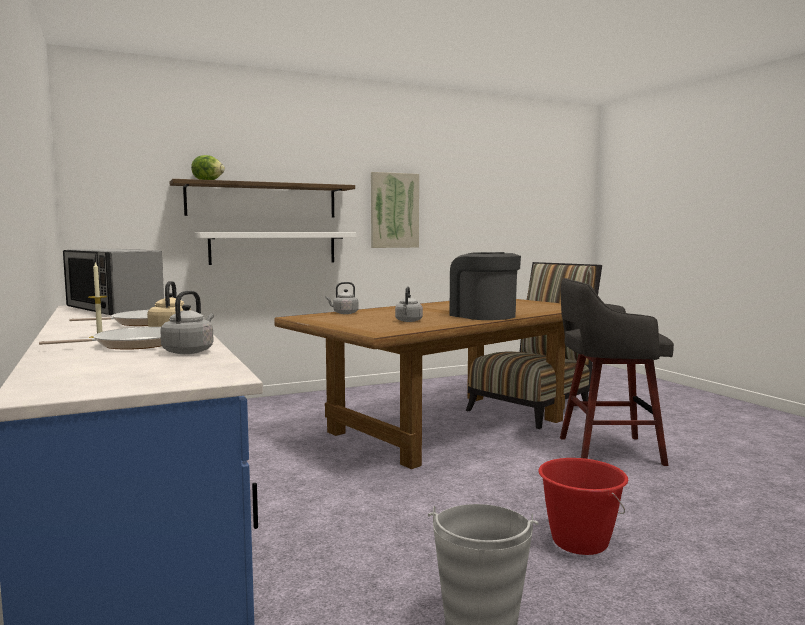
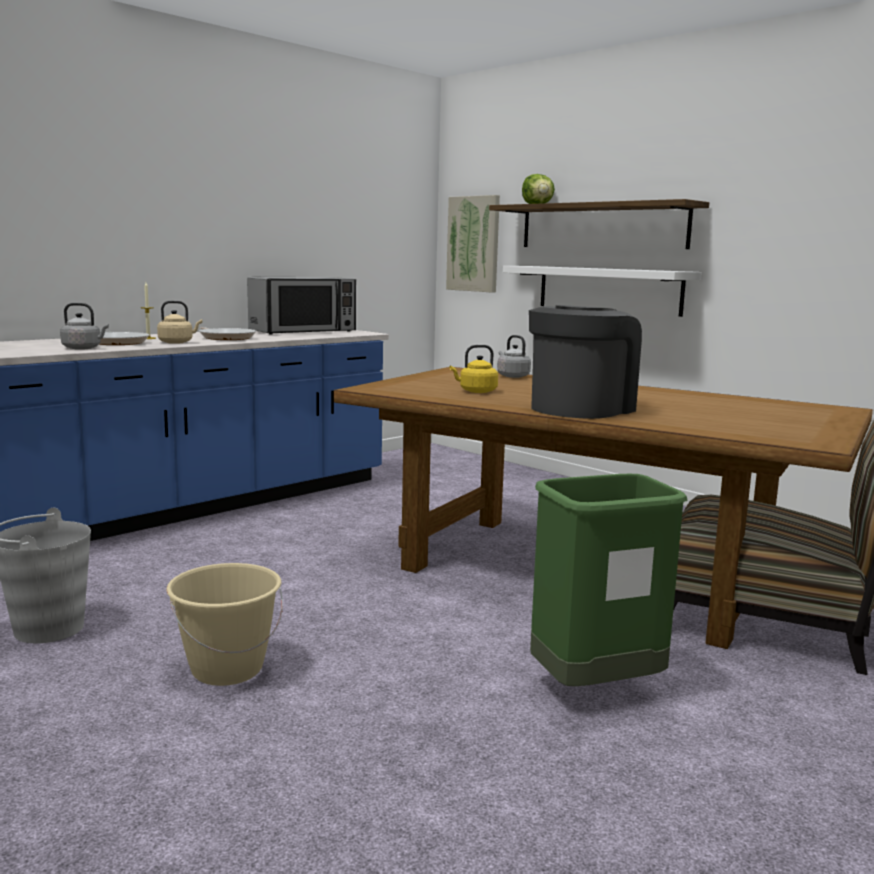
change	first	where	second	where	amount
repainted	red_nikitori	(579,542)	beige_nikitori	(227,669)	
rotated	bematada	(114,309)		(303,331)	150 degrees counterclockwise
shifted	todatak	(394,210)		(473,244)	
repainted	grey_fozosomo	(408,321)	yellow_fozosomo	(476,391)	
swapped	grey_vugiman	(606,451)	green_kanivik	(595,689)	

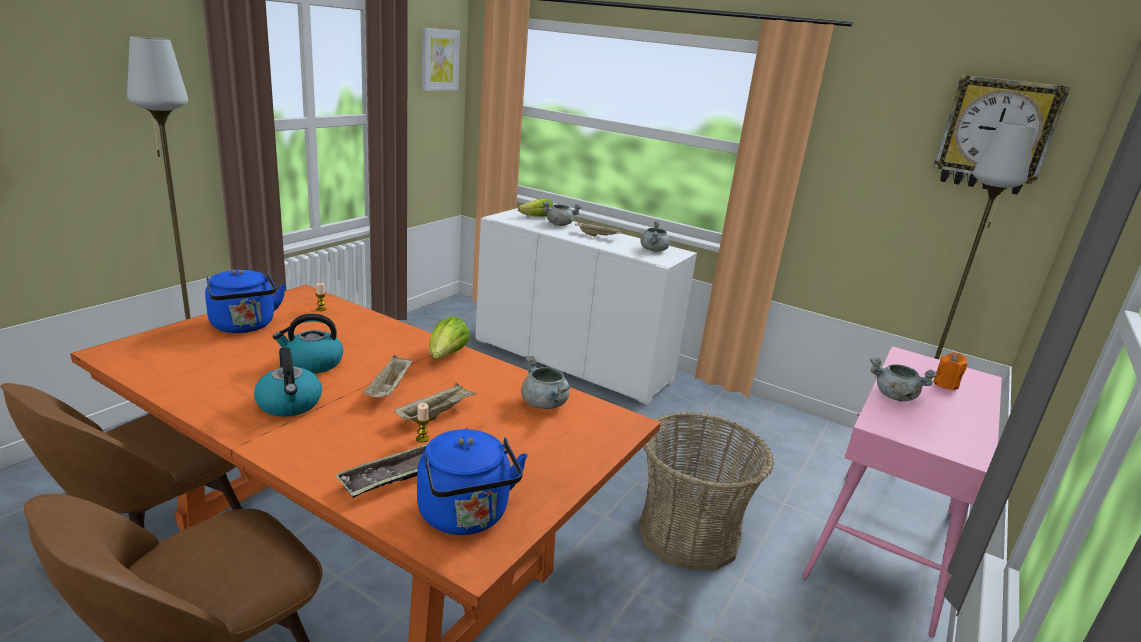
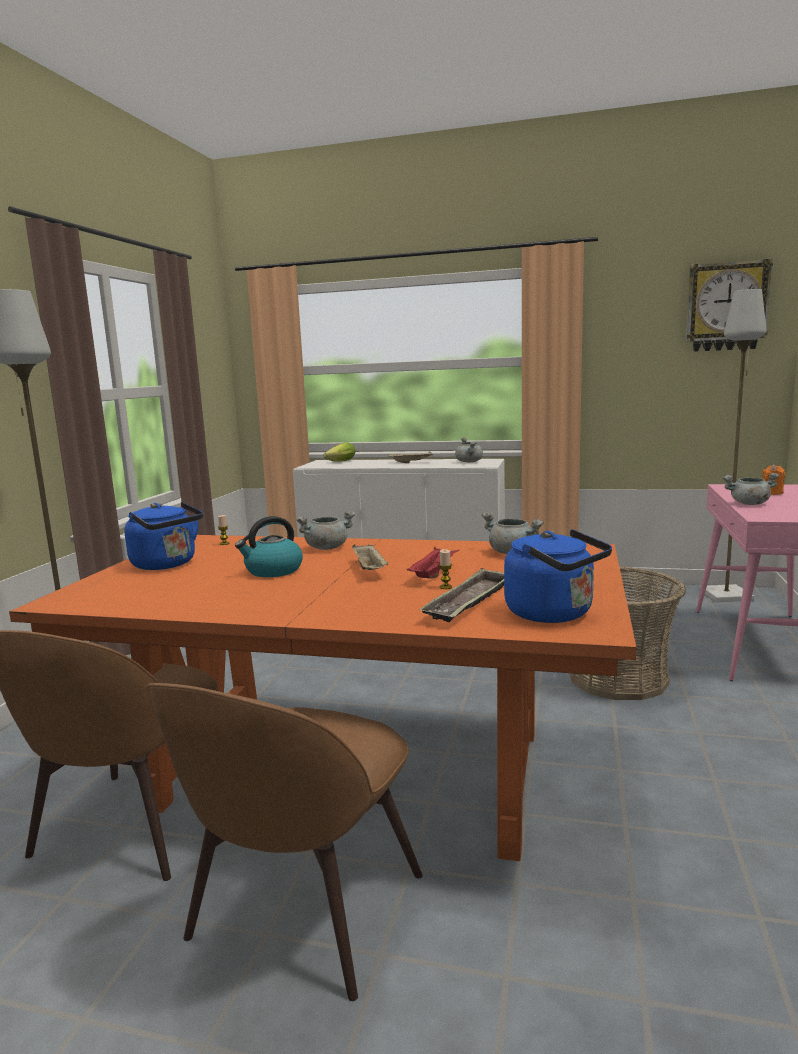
change	first	where	second	where	amount
shifted	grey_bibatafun	(559,224)		(327,548)	
repainted	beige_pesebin	(436,414)	red_pesebin	(433,574)	
gone	fozosomo	(290,404)			
gone	todatak	(439,60)			
gone	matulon	(446,356)			

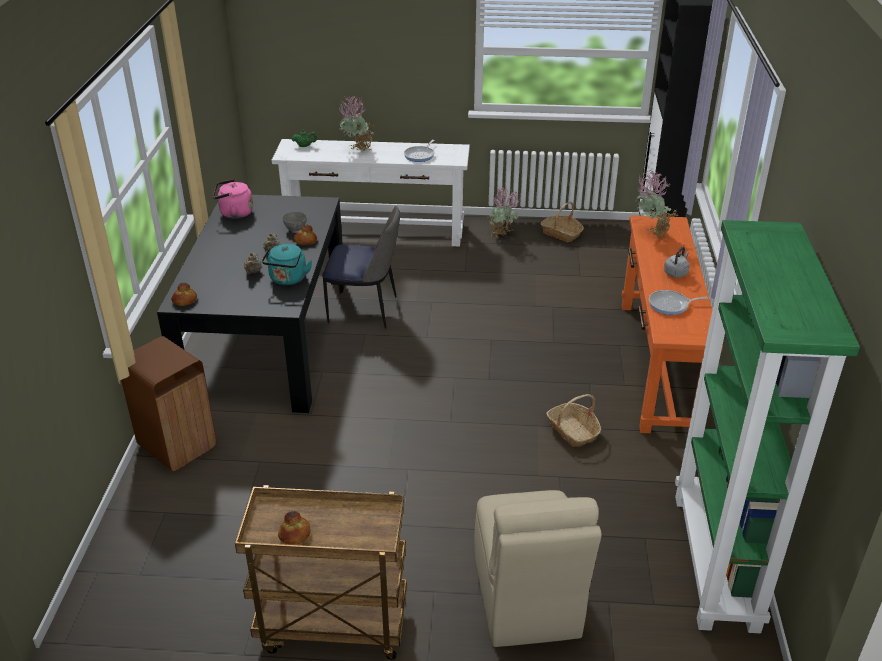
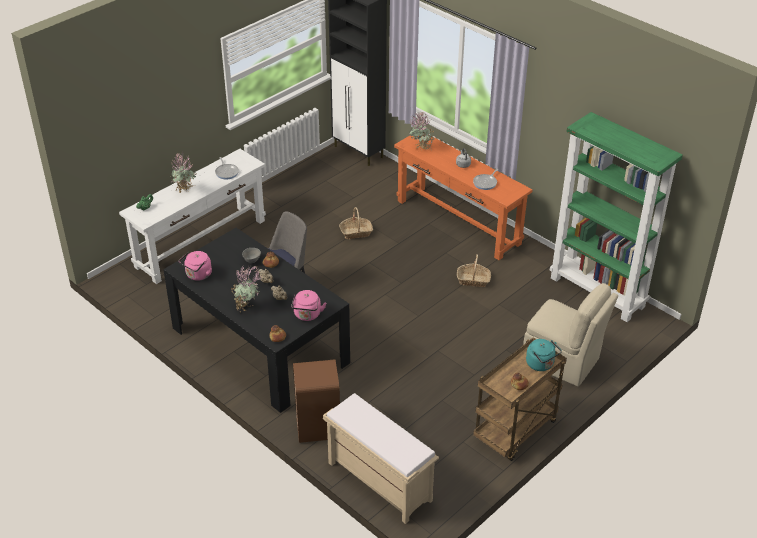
change	first	where	second	where	amount
shifted	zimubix	(502,237)		(247,307)	
new			pink_fozosomo	(307,315)	
new			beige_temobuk	(378,481)	
shifted	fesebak	(561,233)		(356,232)	
shifted	turquoise_fozosomo	(287,279)		(541,364)	

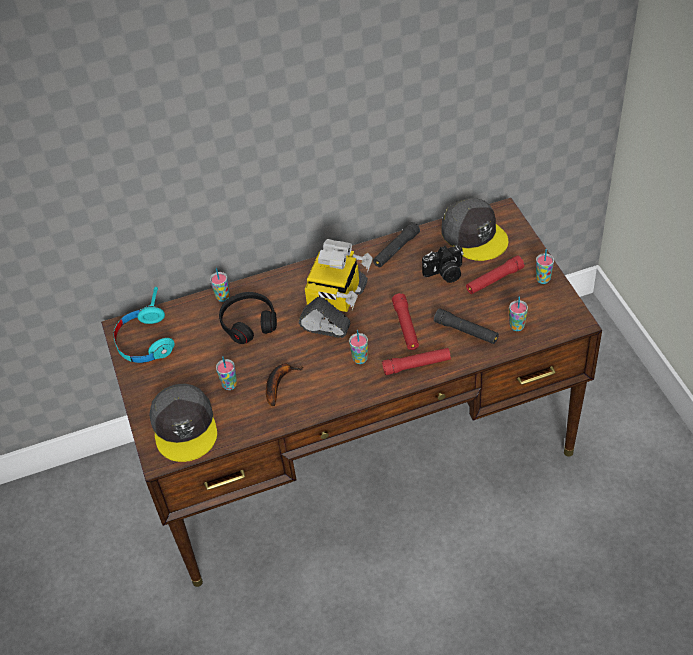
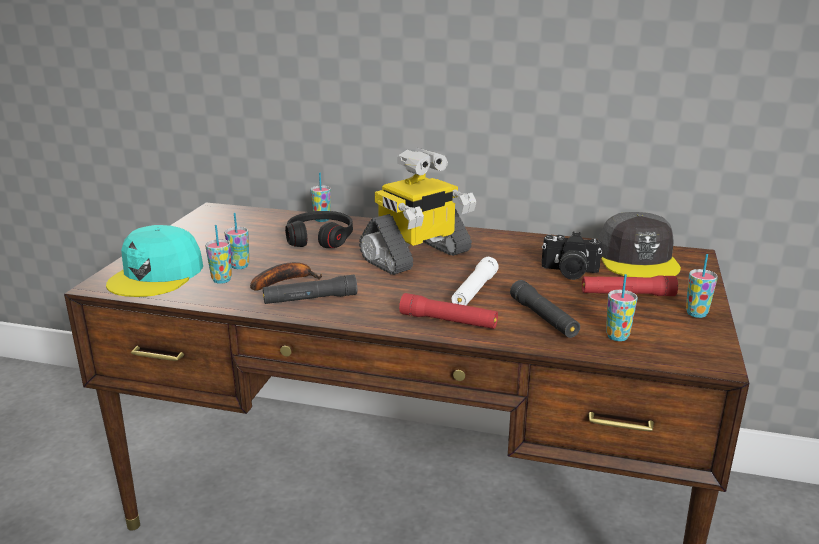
change	first	where	second	where	amount
repainted	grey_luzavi	(185,427)	turquoise_luzavi	(157,275)	
shifted	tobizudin	(360,359)		(221,280)	
shifted	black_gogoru	(396,250)		(310,299)	
repainted	red_gogoru	(406,326)	white_gogoru	(474,291)	
gone	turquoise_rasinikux	(144,342)			

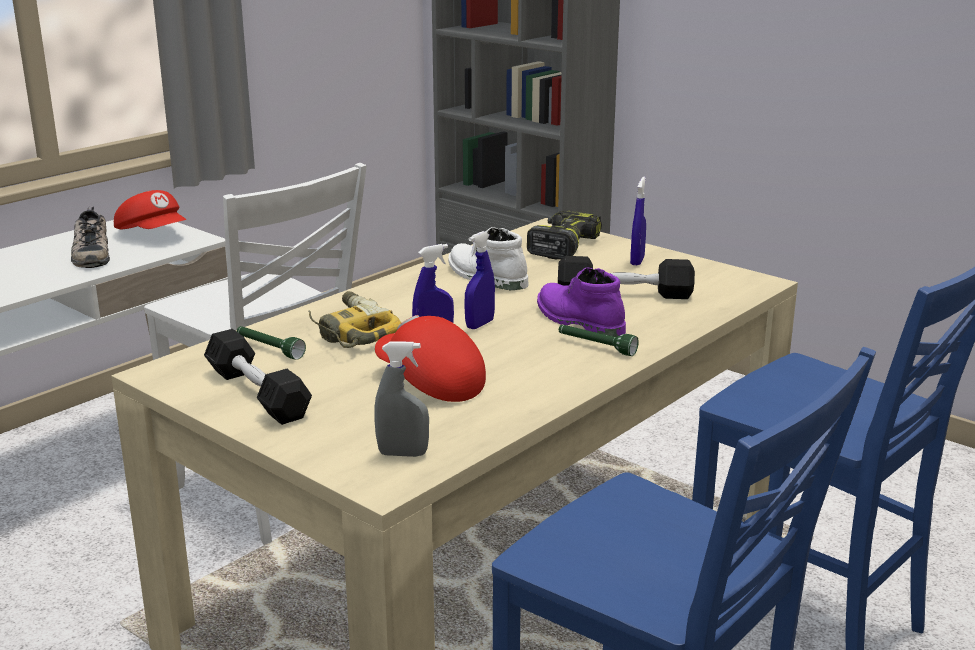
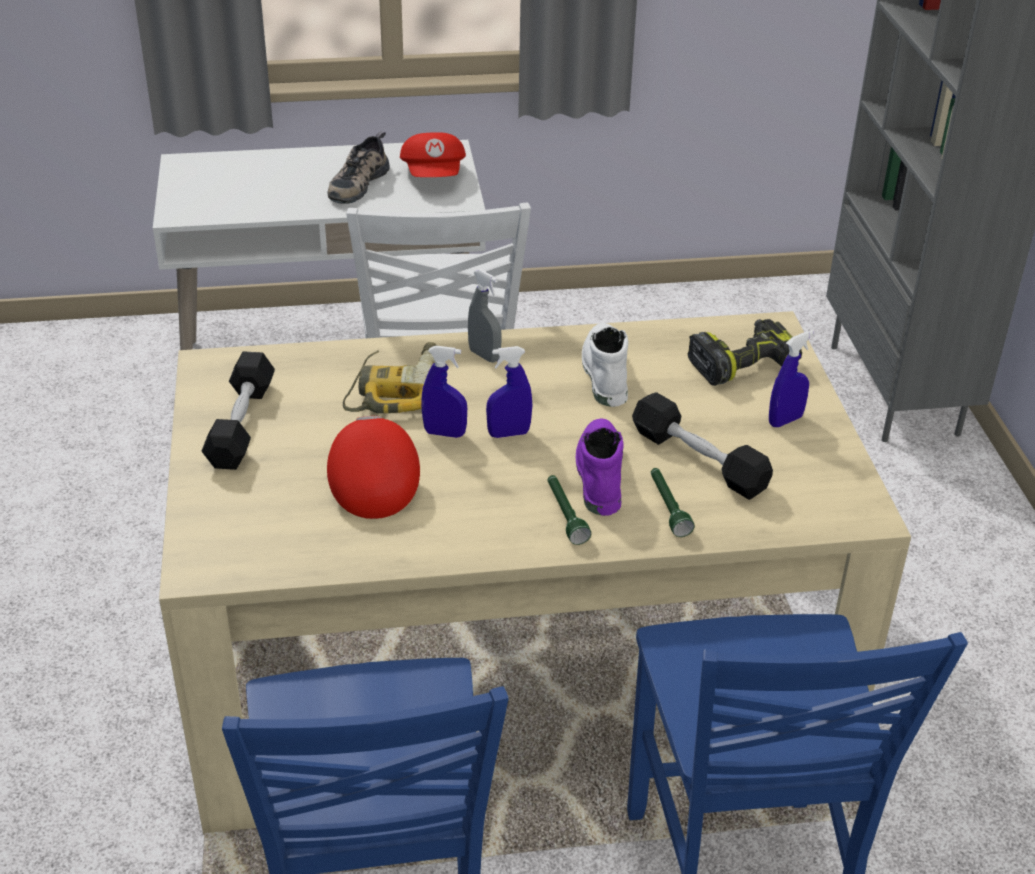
change	first	where	second	where	amount
shifted	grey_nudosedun	(403,454)		(484,355)	
shifted	green_gogoru	(269,349)		(667,507)	

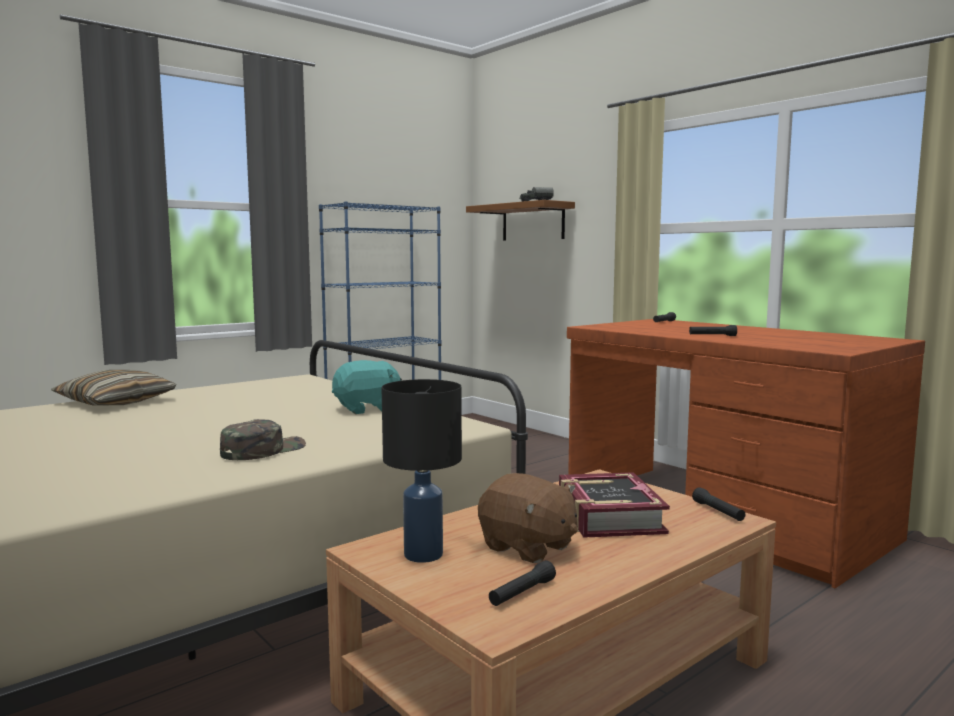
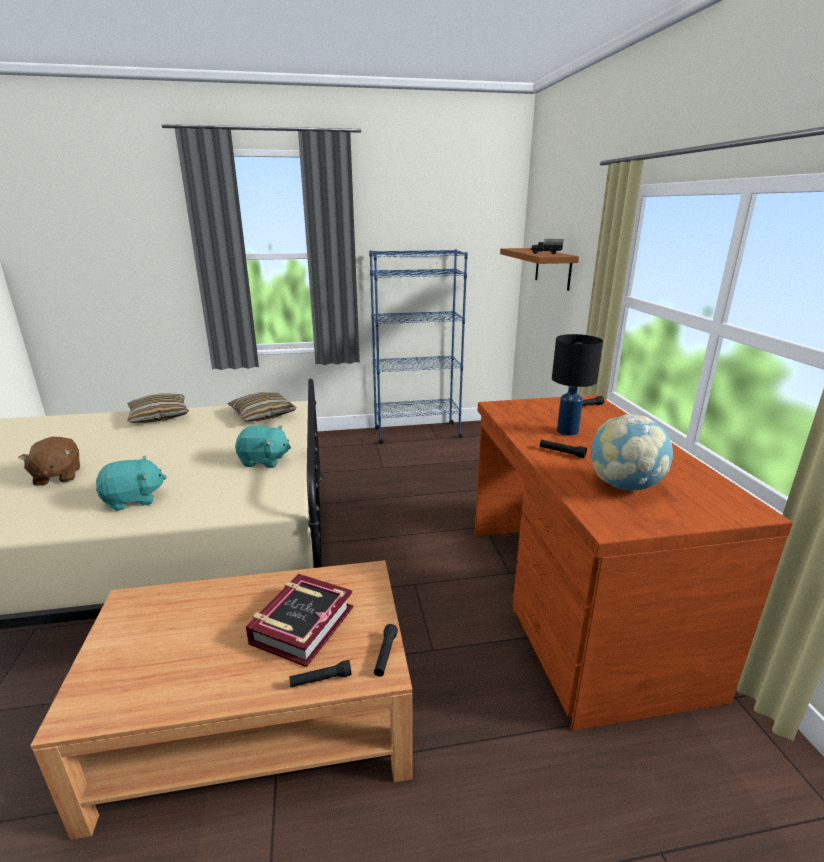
change	first	where	second	where	amount
shifted	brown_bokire	(527,547)		(57,476)	
swapped	green_luzavi	(263,450)	turquoise_bokire	(133,500)	
new			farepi	(263,414)	
shifted	black_gogoru	(522,593)		(320,680)	
shifted	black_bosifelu	(422,554)		(567,431)	
new			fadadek	(624,486)	

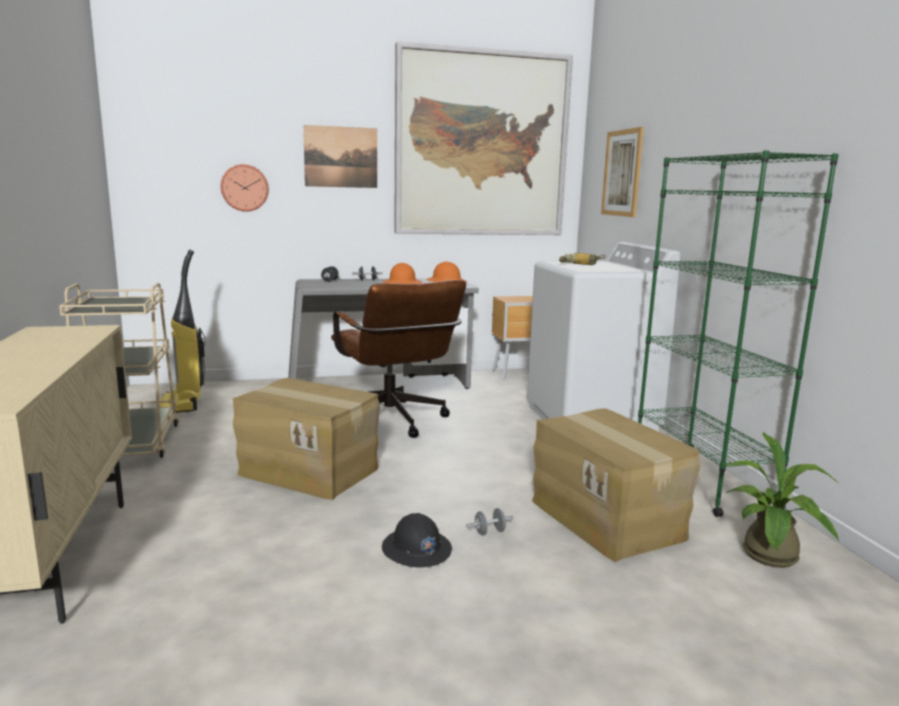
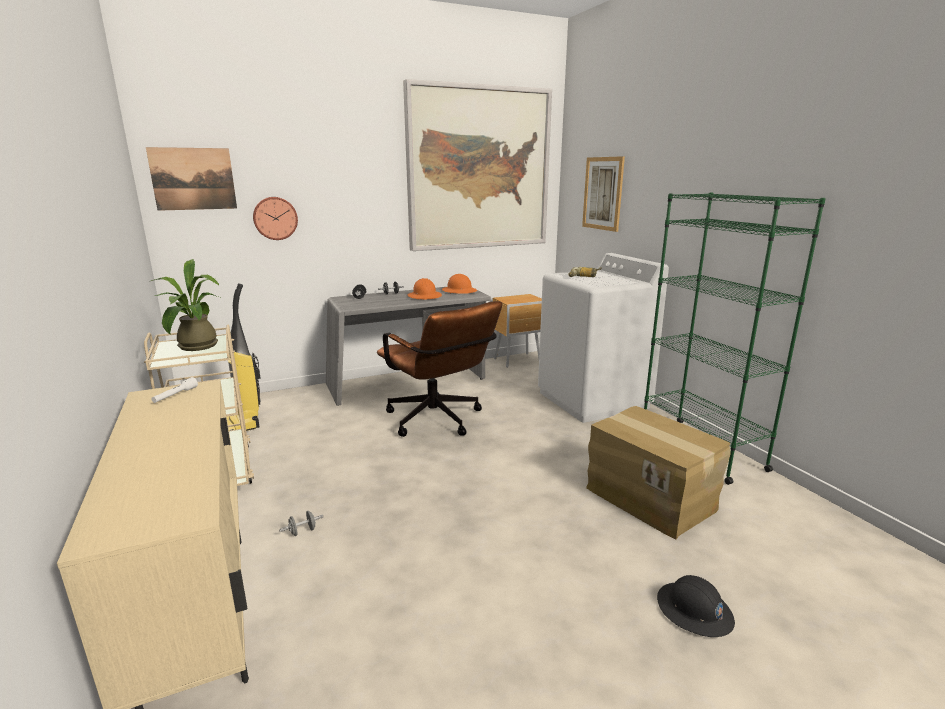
change	first	where	second	where	amount
shifted	todatak	(341,157)		(193,179)	
shifted	zimubix	(771,559)		(195,347)	
new			white_gogoru	(175,396)	
shifted	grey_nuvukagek	(489,532)		(302,531)	
shifted	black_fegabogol	(416,550)		(694,611)	
gone	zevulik	(310,471)			

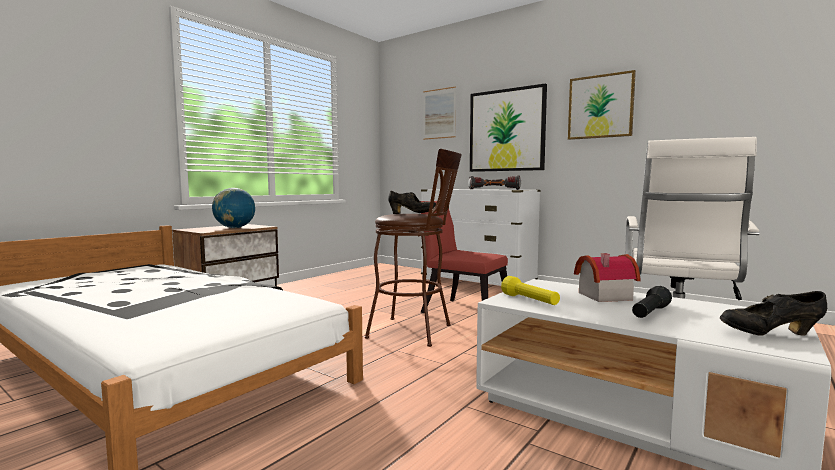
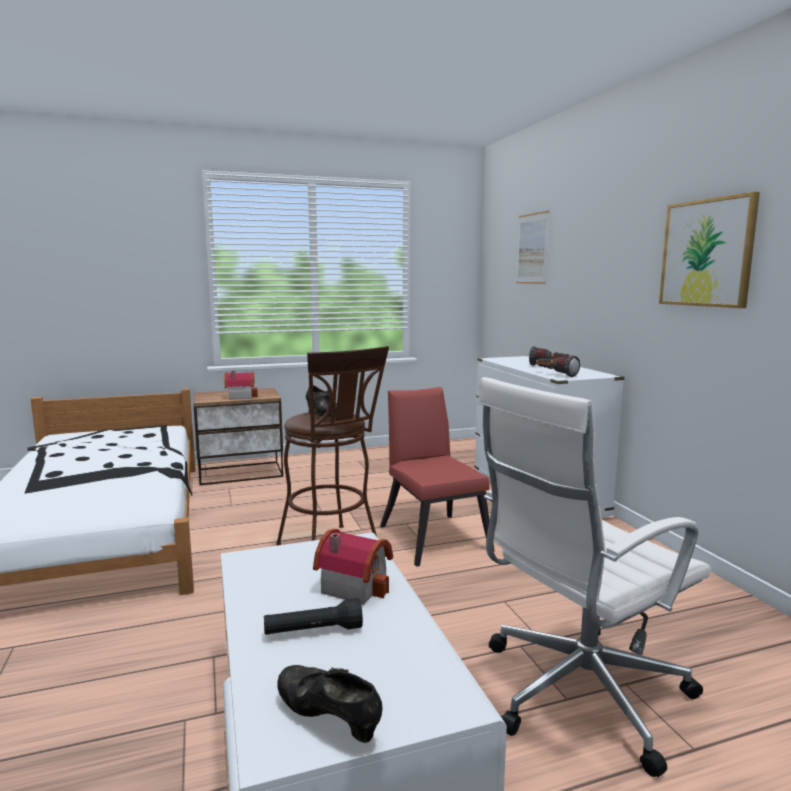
change	first	where	second	where	amount
swapped	fadadek	(235,228)	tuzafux	(239,396)	
gone	todatak	(506,130)			
gone	yellow_gogoru	(530,301)			

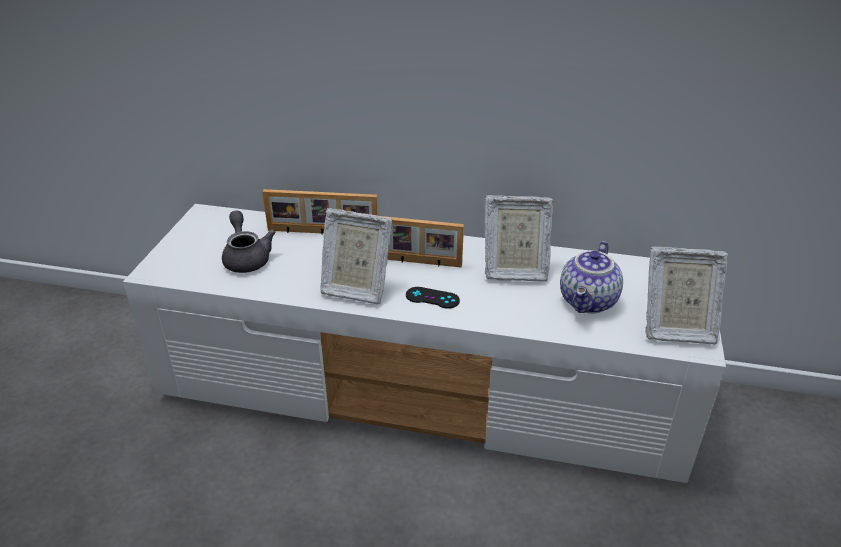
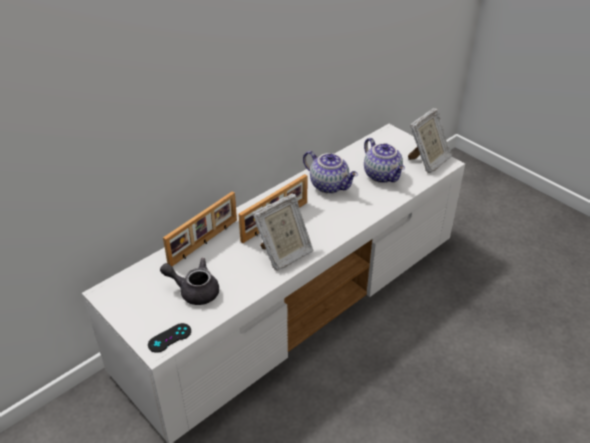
change	first	where	second	where	amount
shifted	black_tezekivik	(432,298)		(169,338)	
swapped	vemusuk	(514,270)	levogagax	(330,185)	

